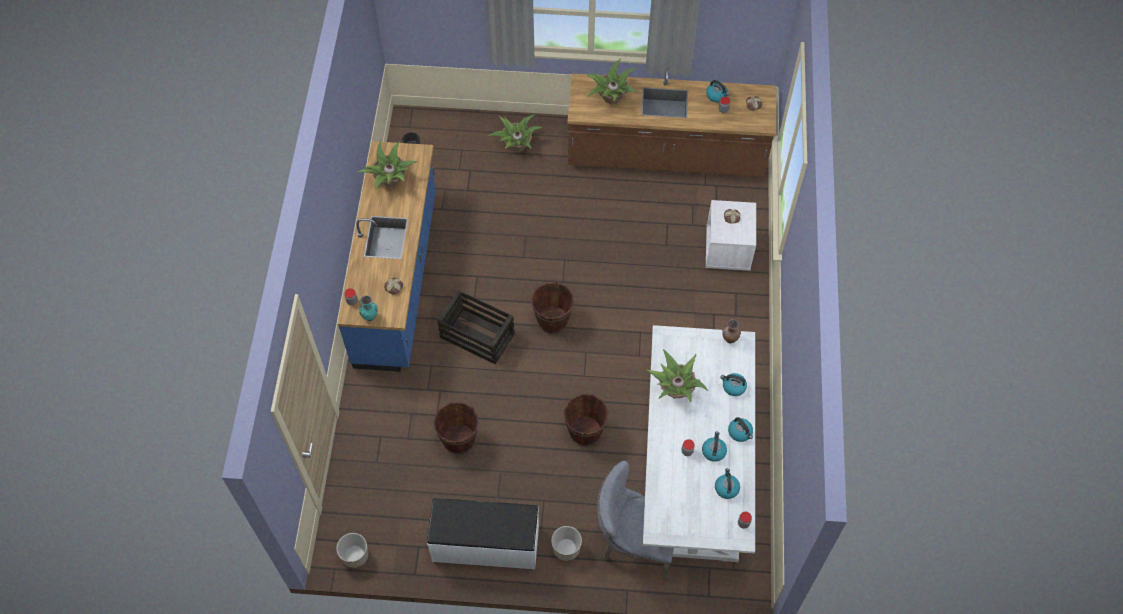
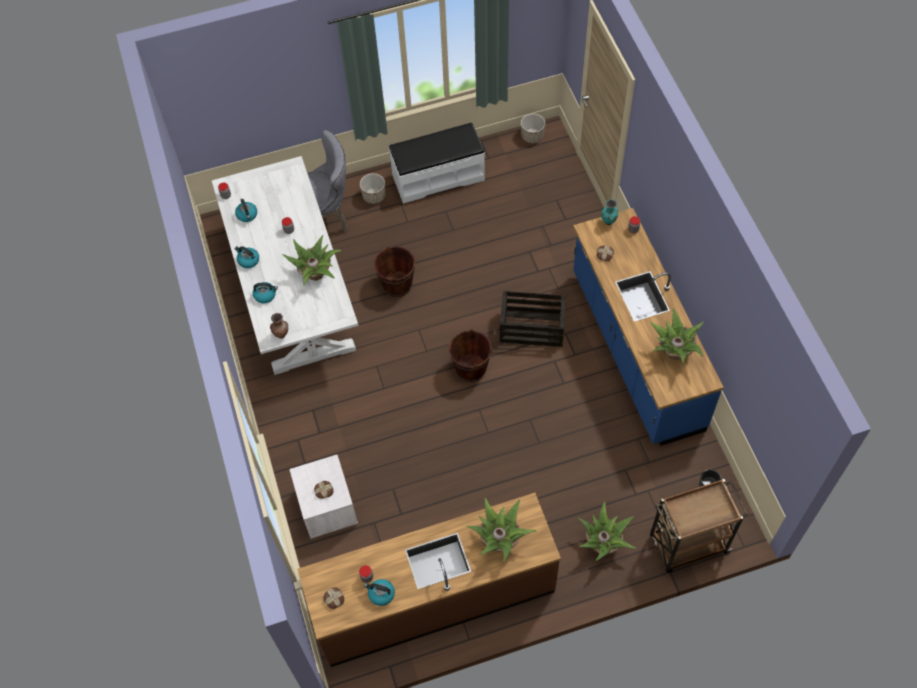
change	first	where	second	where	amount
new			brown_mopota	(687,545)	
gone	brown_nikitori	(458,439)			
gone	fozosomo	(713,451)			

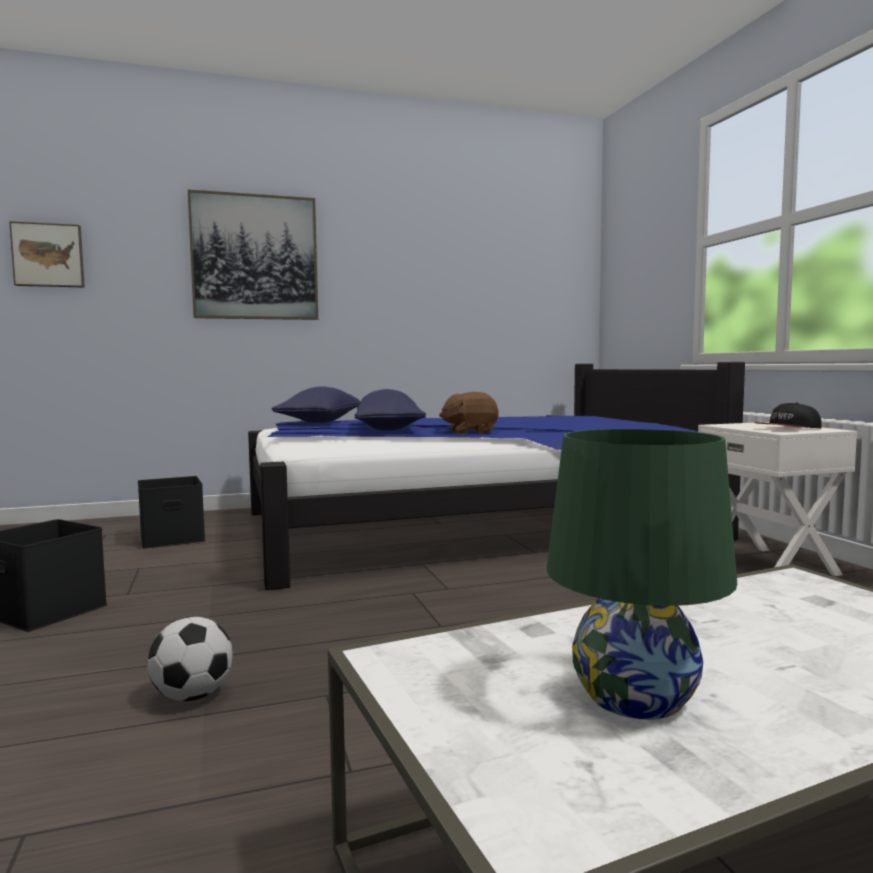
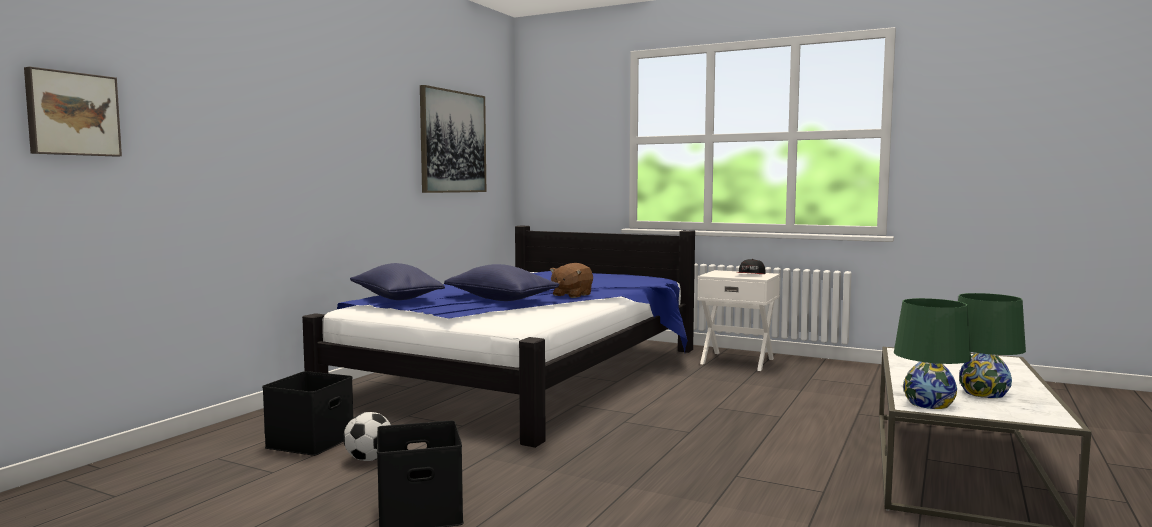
change	first	where	second	where	amount
shifted	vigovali	(192,696)		(369,459)	
shifted	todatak	(255,257)		(453,142)	
new			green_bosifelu	(928,403)	

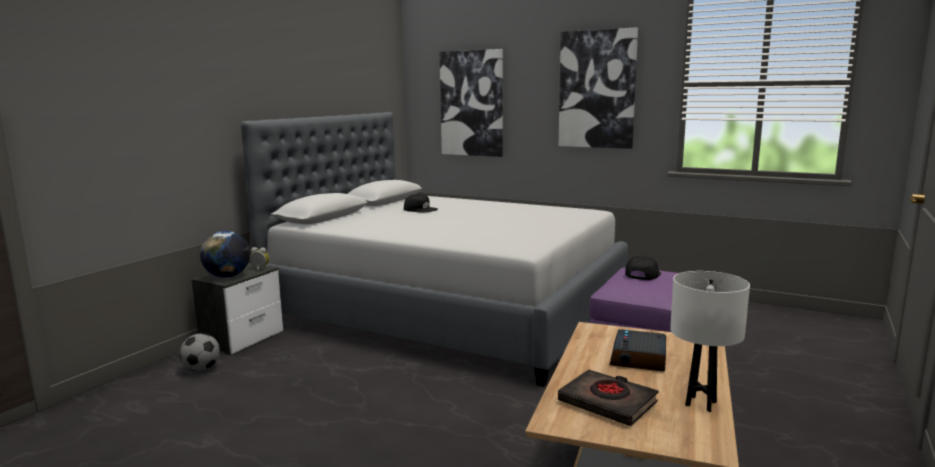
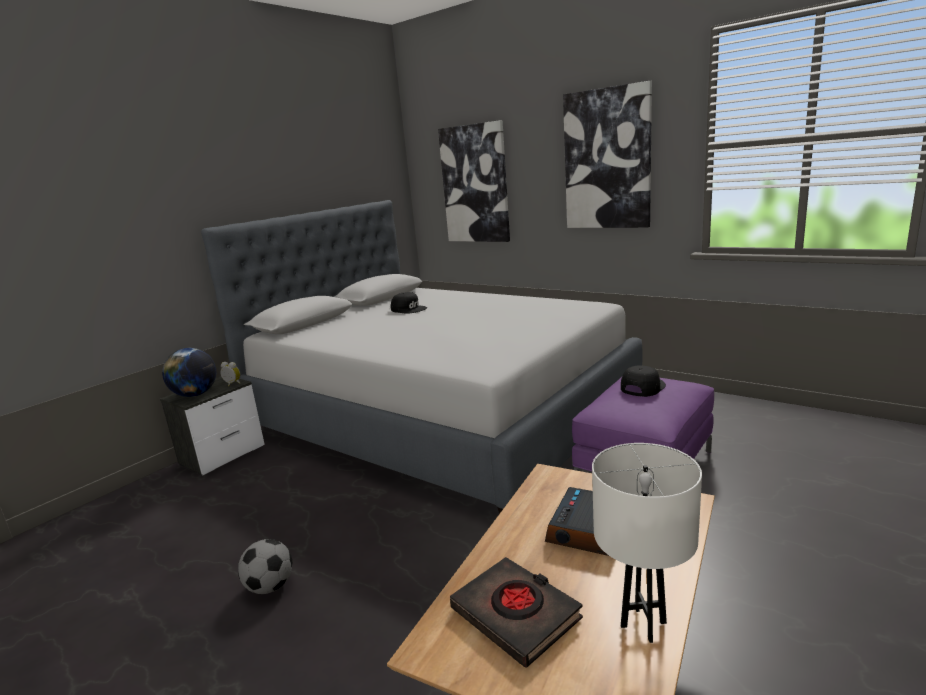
change	first	where	second	where	amount
shifted	vigovali	(202,369)		(270,586)	

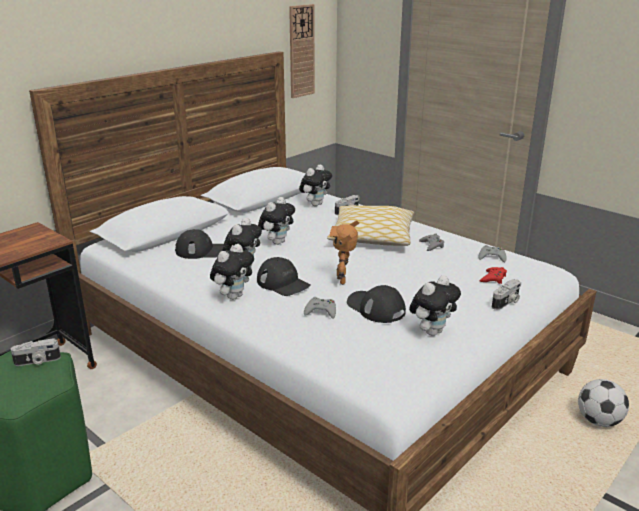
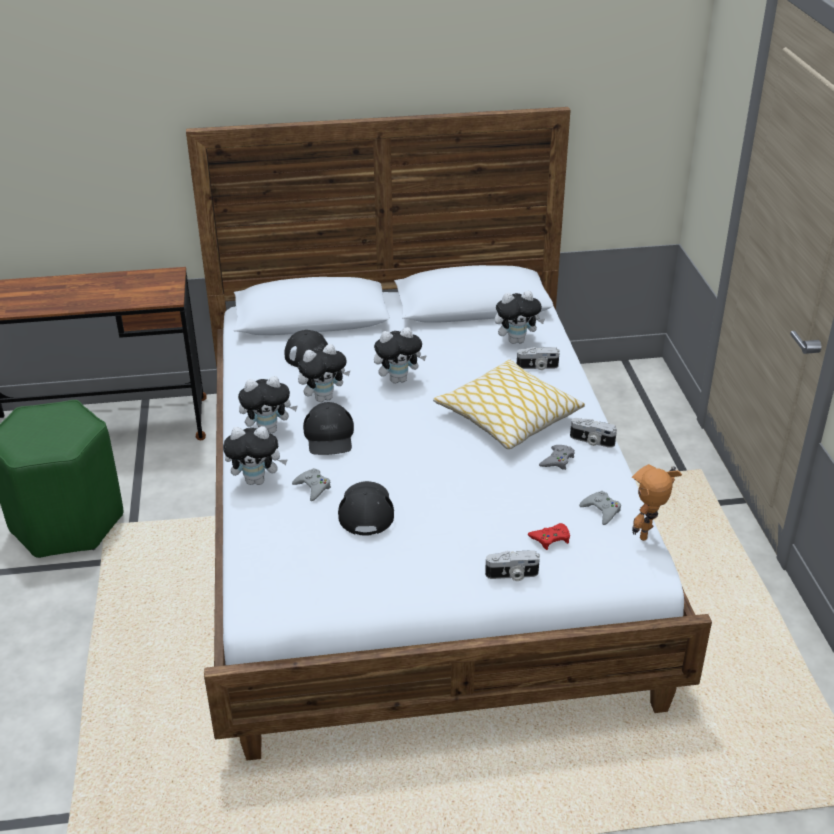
change	first	where	second	where	amount
shifted	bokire	(432,331)		(257,480)	
shifted	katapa	(37,361)		(591,441)	
shifted	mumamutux	(344,280)		(650,535)	
gone	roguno	(301,51)			
gone	vigovali	(598,421)			

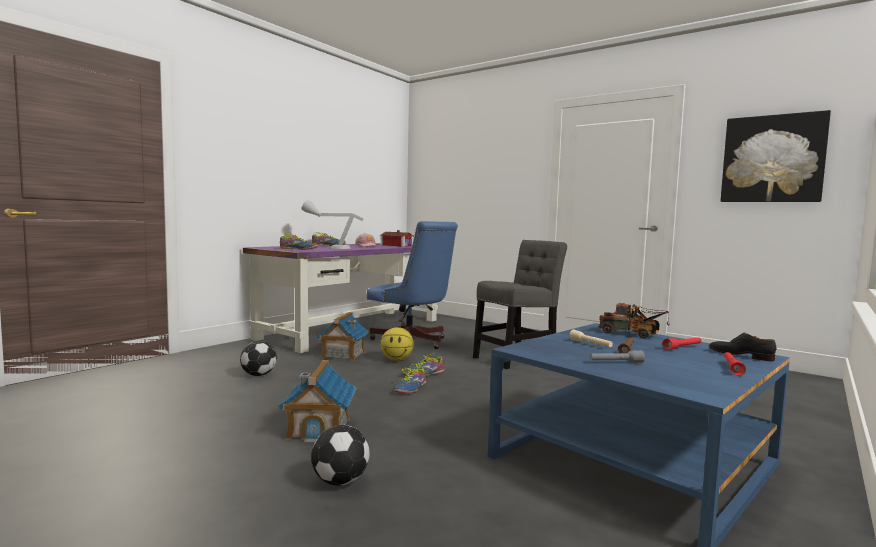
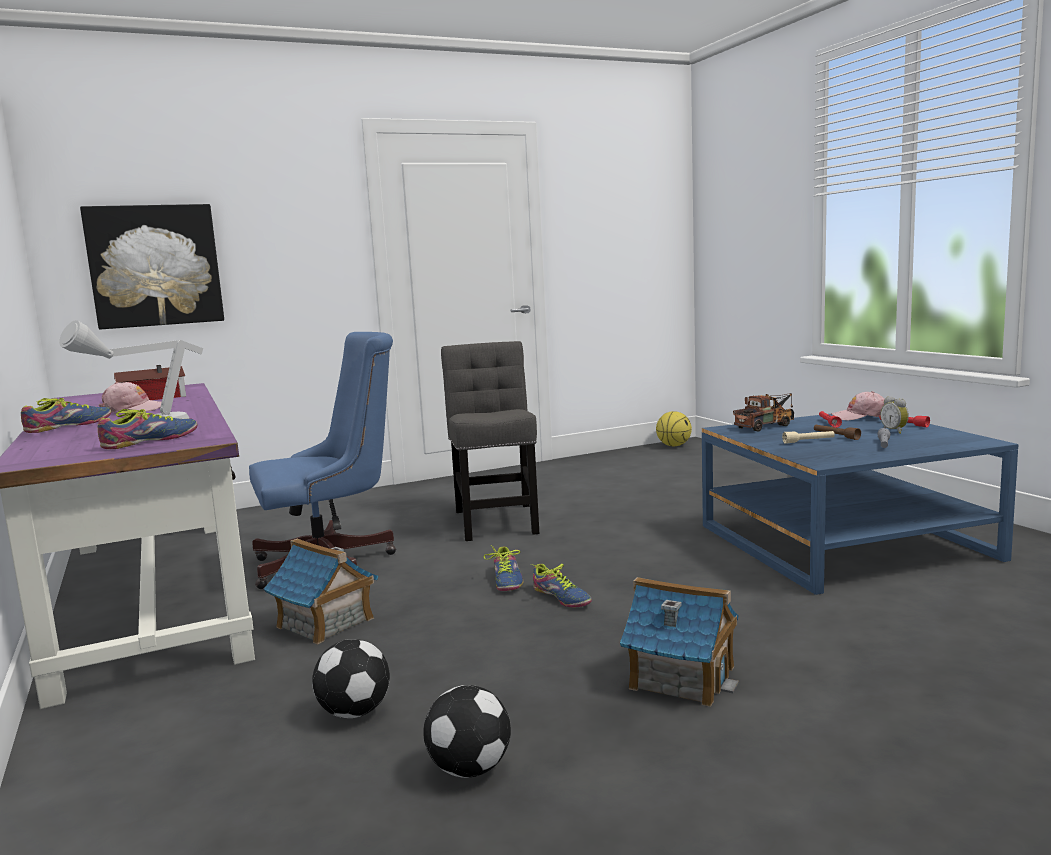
change	first	where	second	where	amount
shifted	todatak	(772,159)		(155,266)	
shifted	vigovali	(339,482)		(470,770)	
shifted	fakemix	(397,360)		(674,445)	
swapped	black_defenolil	(740,355)	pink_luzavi	(861,416)	
new			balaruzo	(895,431)	

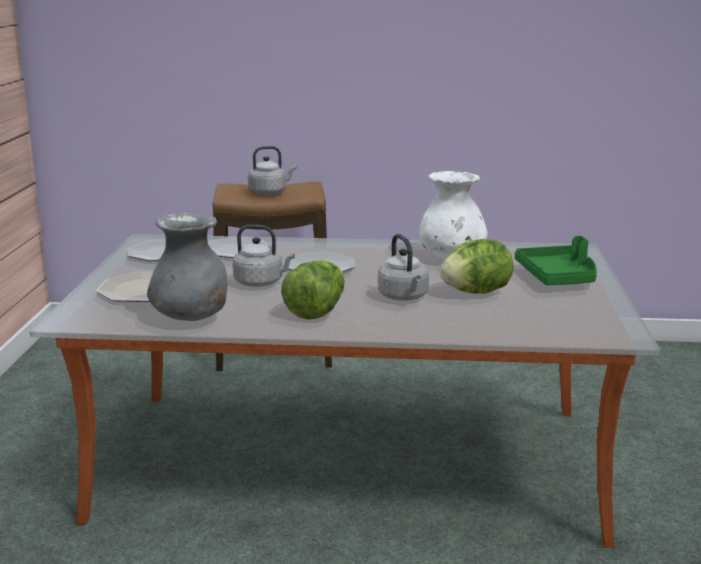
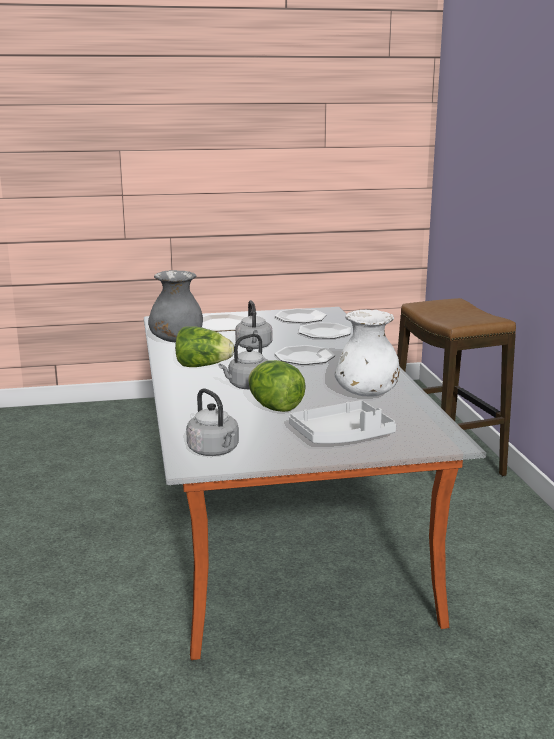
change	first	where	second	where	amount
shifted	grey_fozosomo	(269,192)		(215,451)	
repainted	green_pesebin	(558,277)	grey_pesebin	(342,436)	

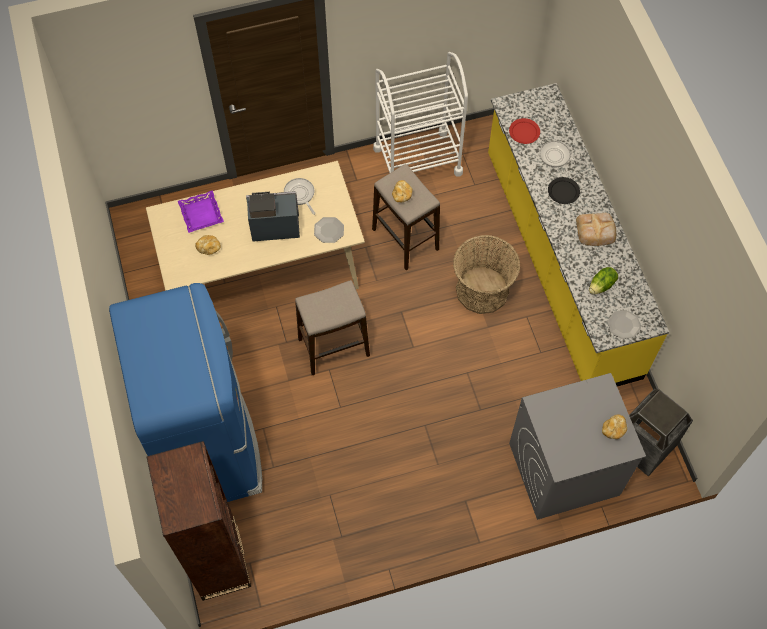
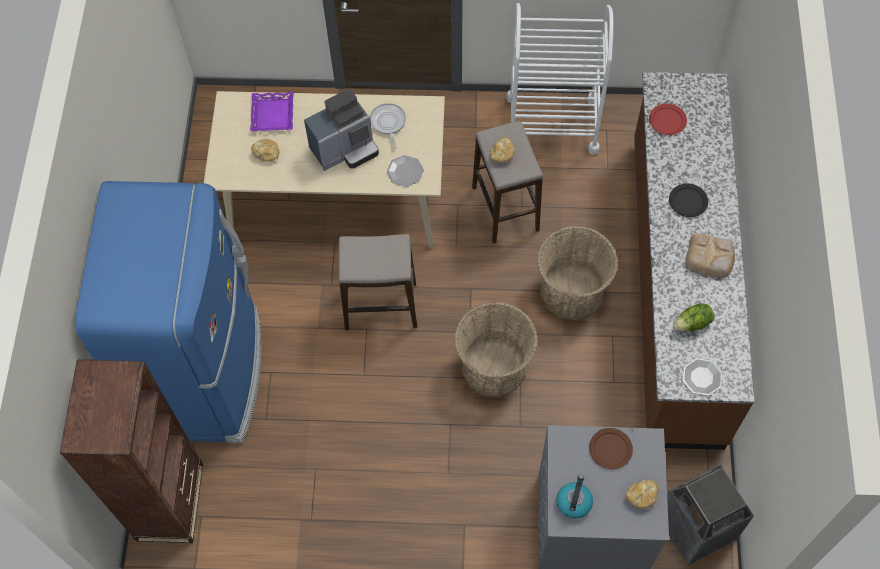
change	first	where	second	where	amount
rotated	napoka	(273,226)		(345,149)	135 degrees clockwise
new			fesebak	(494,366)	
new			fozosomo	(574,502)	
new			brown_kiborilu	(610,449)	
repainted	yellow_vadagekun	(559,264)	brown_vadagekun	(673,287)	
gone	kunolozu	(556,156)			

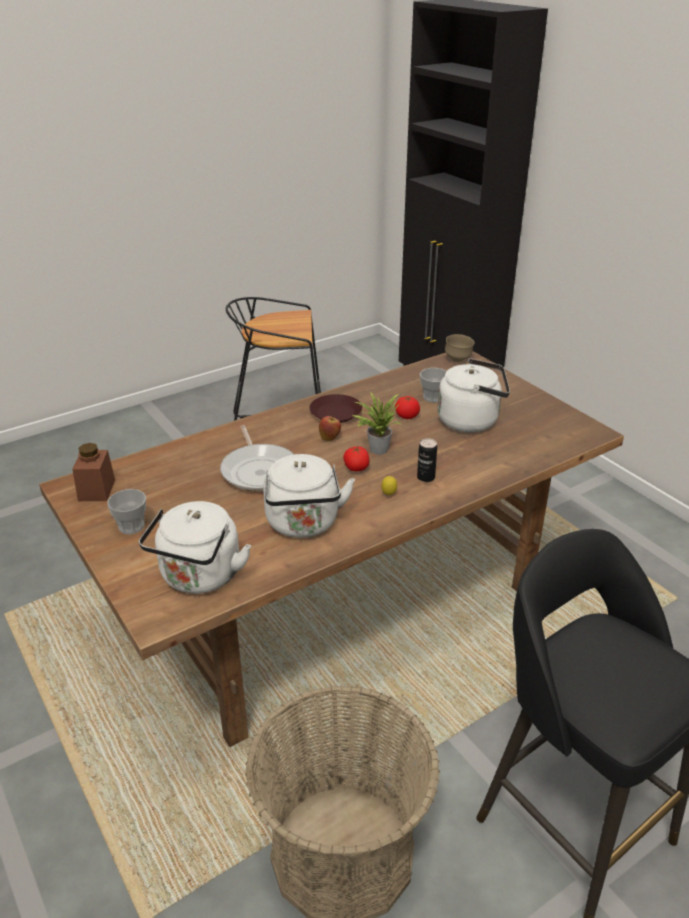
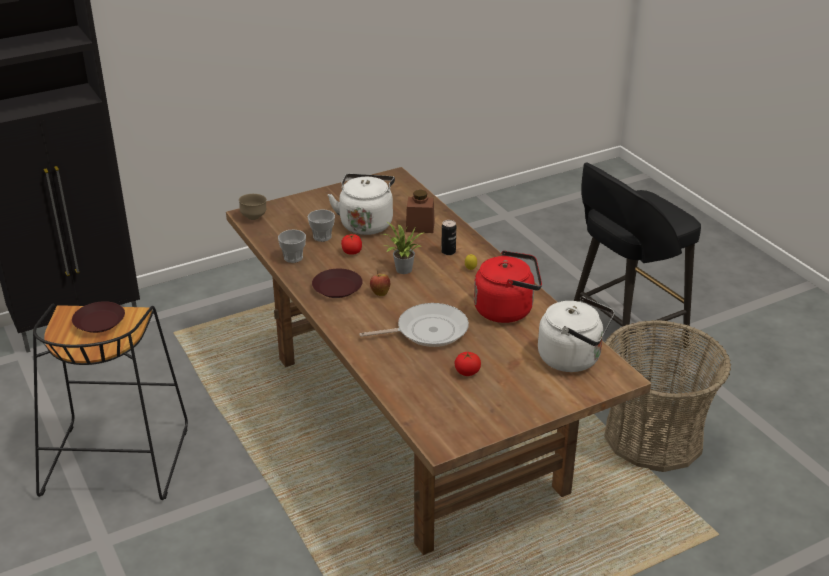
change	first	where	second	where	amount
new			brown_kiborilu	(98,322)	
shifted	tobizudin	(131,526)		(293,257)	
shifted	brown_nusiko	(96,490)		(420,227)	
shifted	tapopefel	(356,468)		(467,372)	
repainted	white_fozosomo	(303,524)	red_fozosomo	(507,310)	

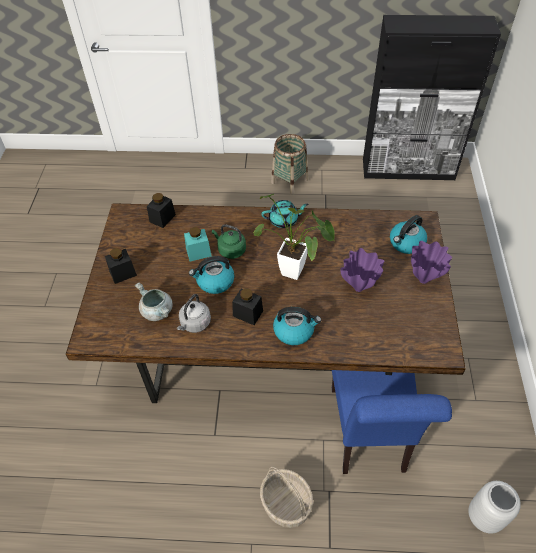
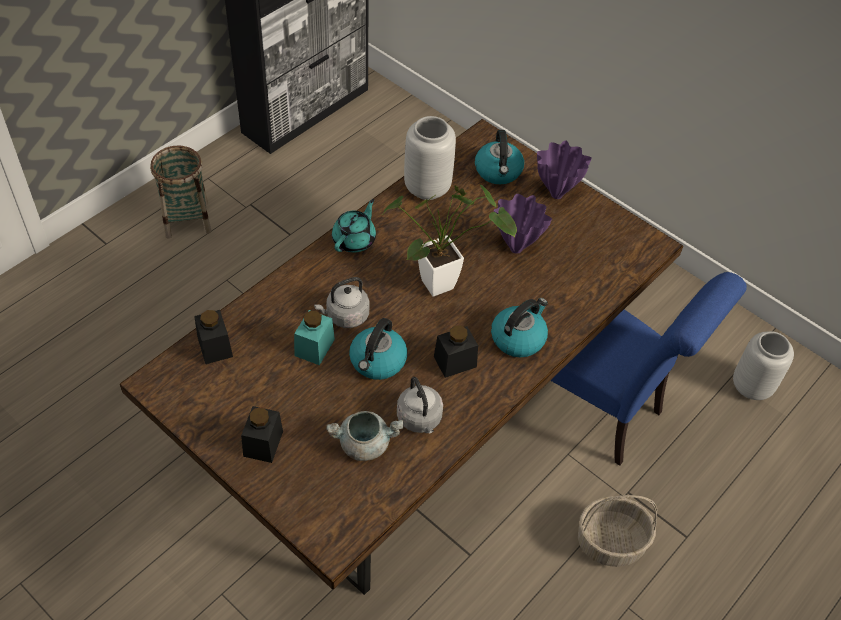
change	first	where	second	where	amount
repainted	green_fozosomo	(230,250)	grey_fozosomo	(345,316)	
new			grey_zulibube	(428,188)	

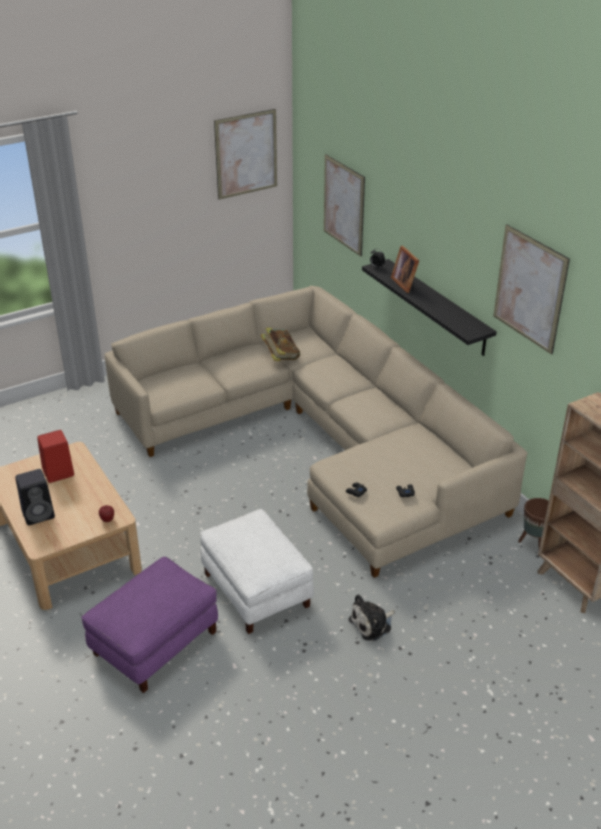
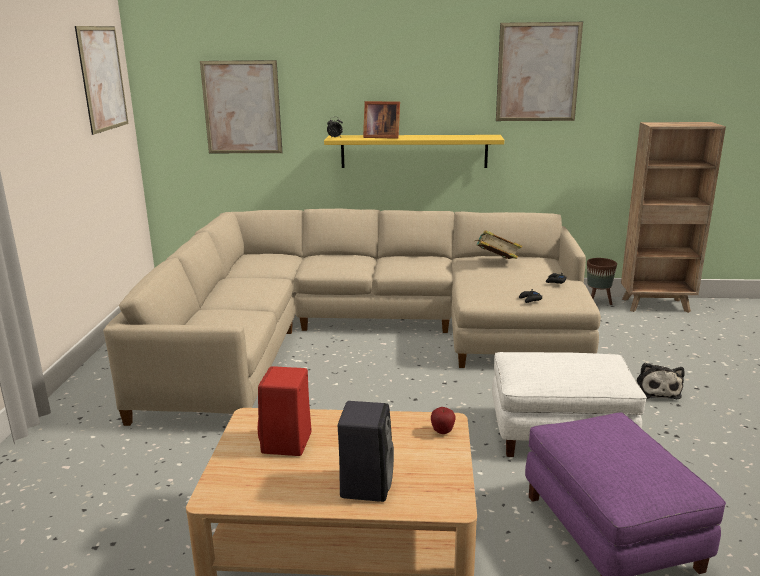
change	first	where	second	where	amount
repainted	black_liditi	(437,307)	yellow_liditi	(414,151)	
shifted	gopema	(280,357)		(496,262)	

